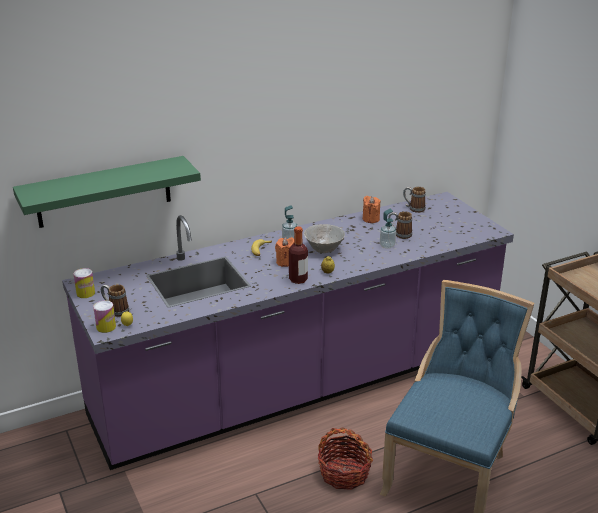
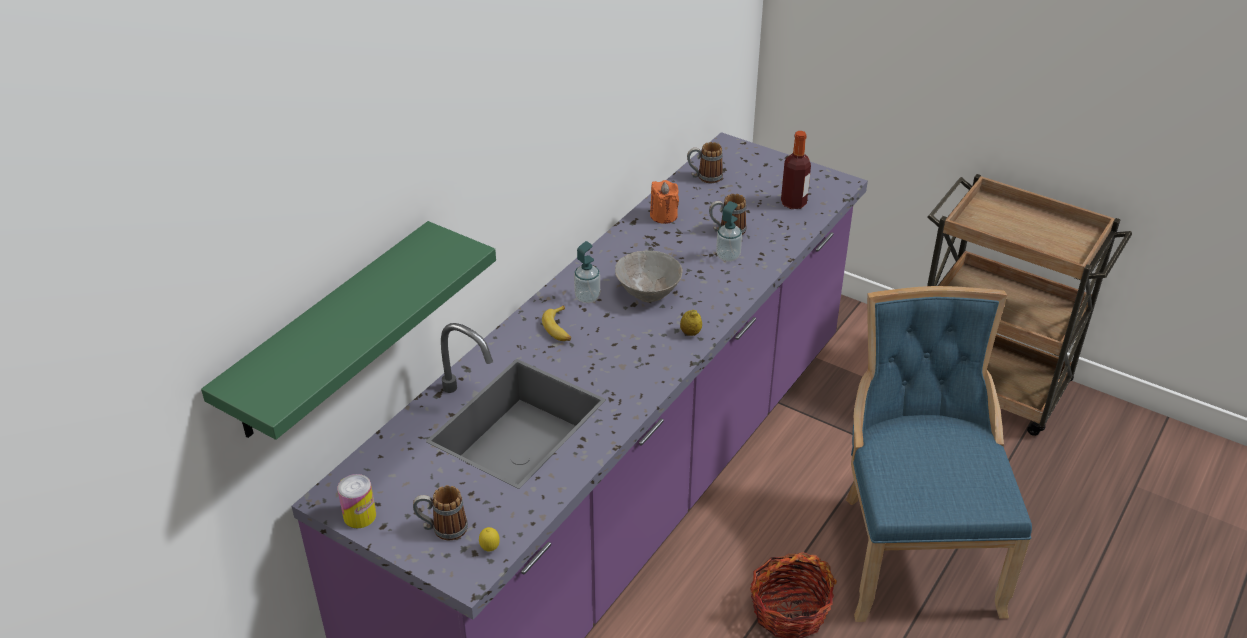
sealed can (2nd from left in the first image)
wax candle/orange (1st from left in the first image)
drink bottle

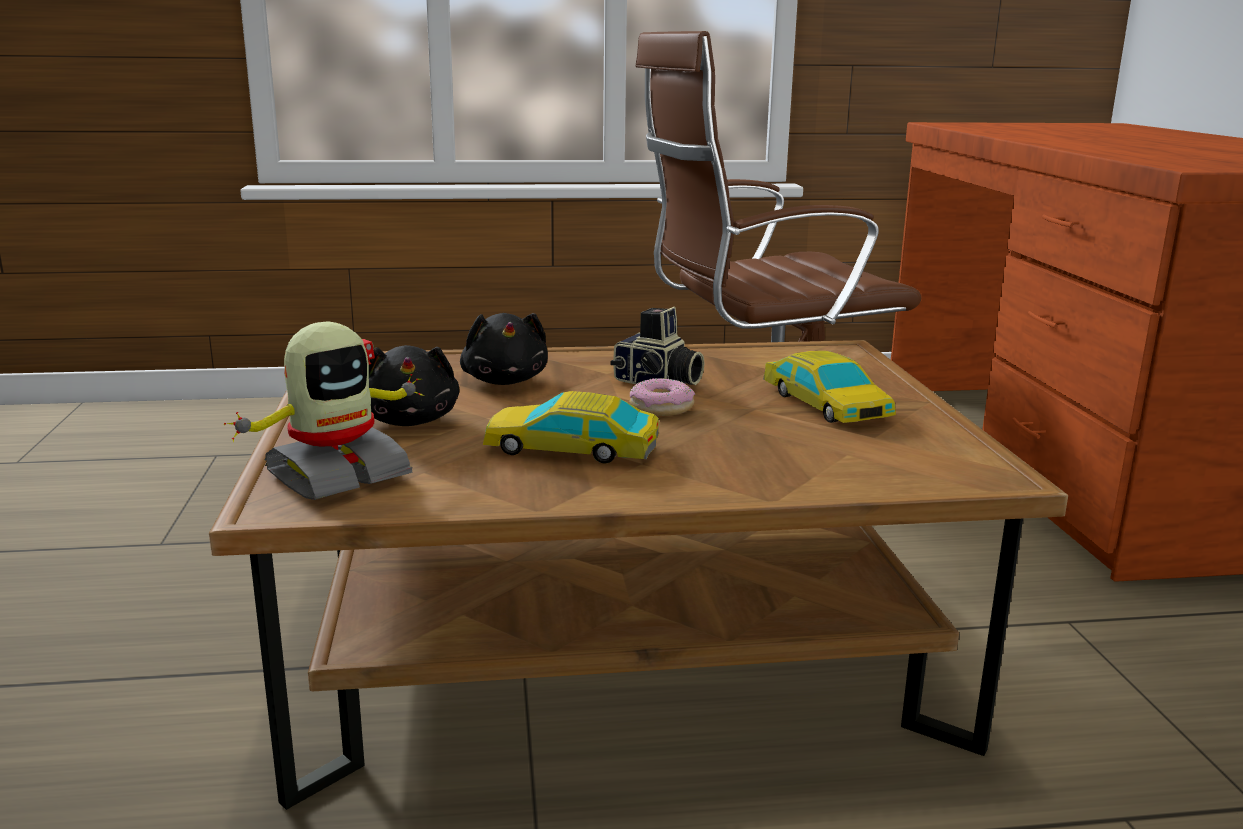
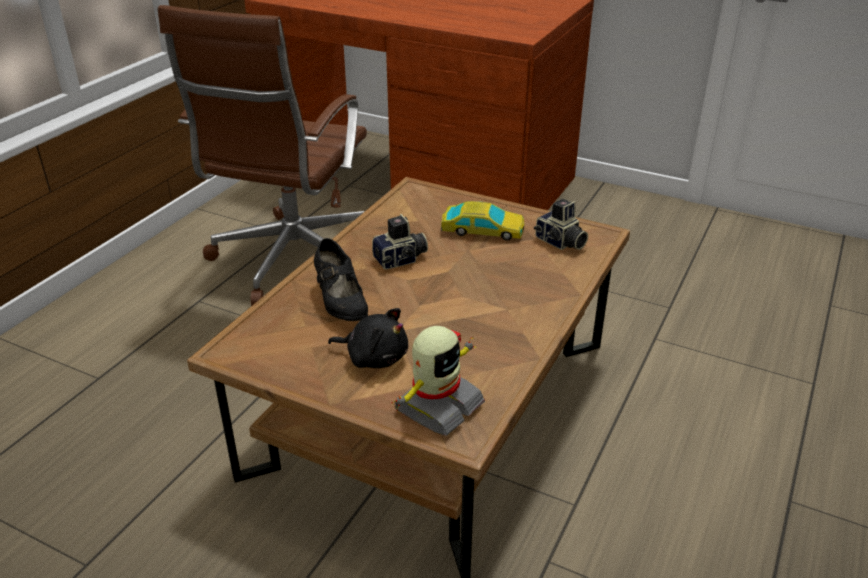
robot figure
shoe/black
miniature car (1st from left in the first image)
donut
still camera (2nd from left)

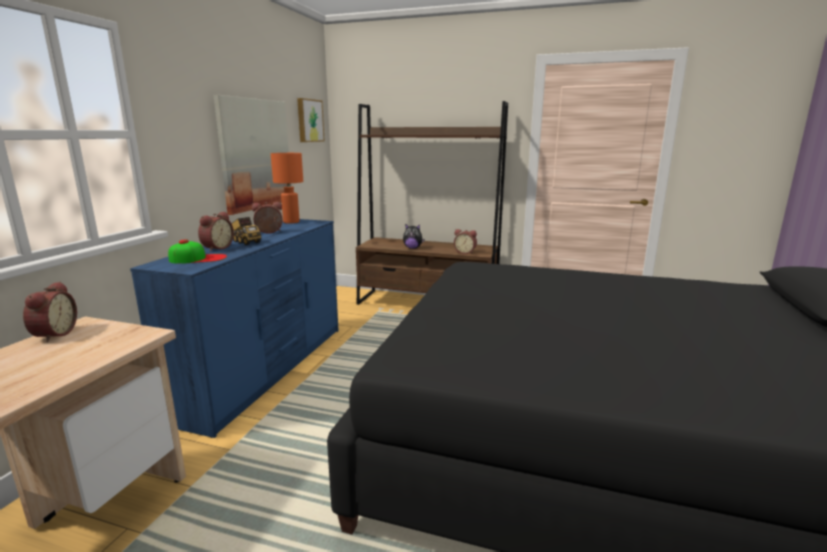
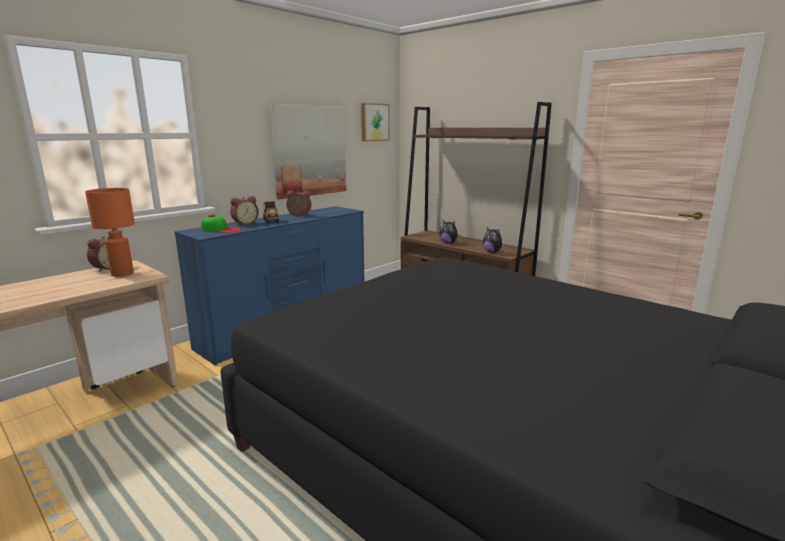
tabletop lamp/orange
cuddly toy (2nd from left)

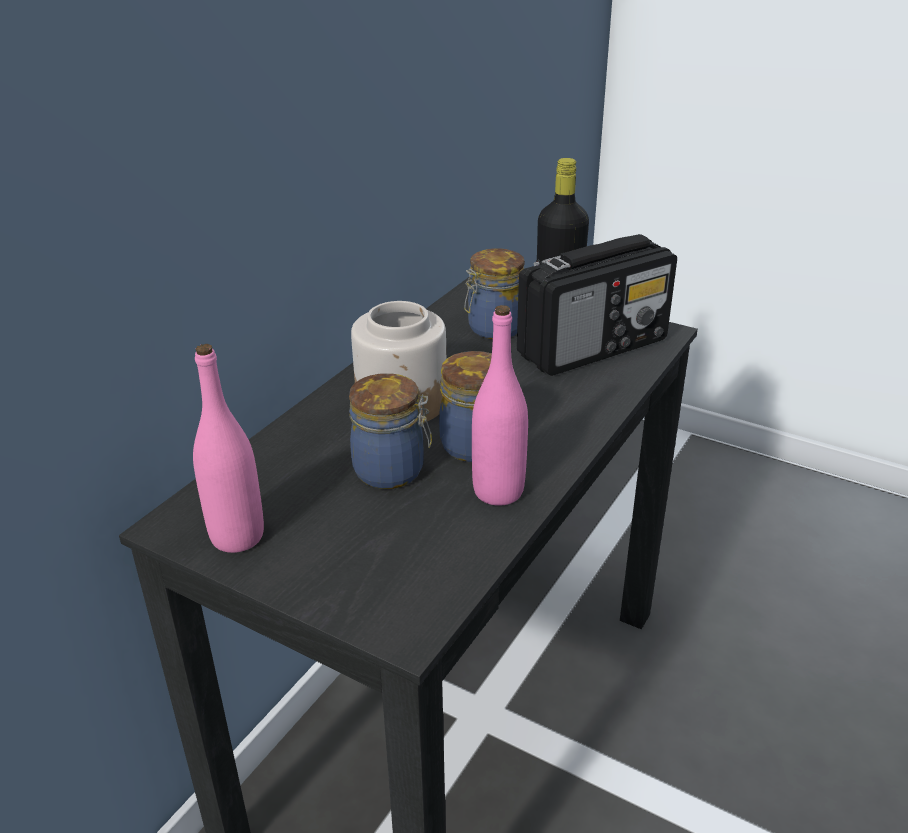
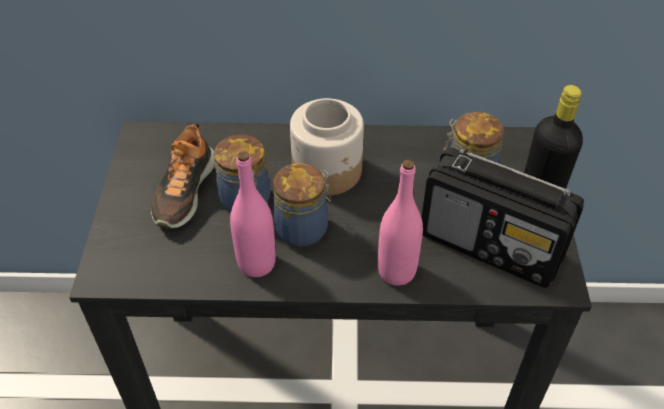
drink bottle/pink (2nd from left)
shoe

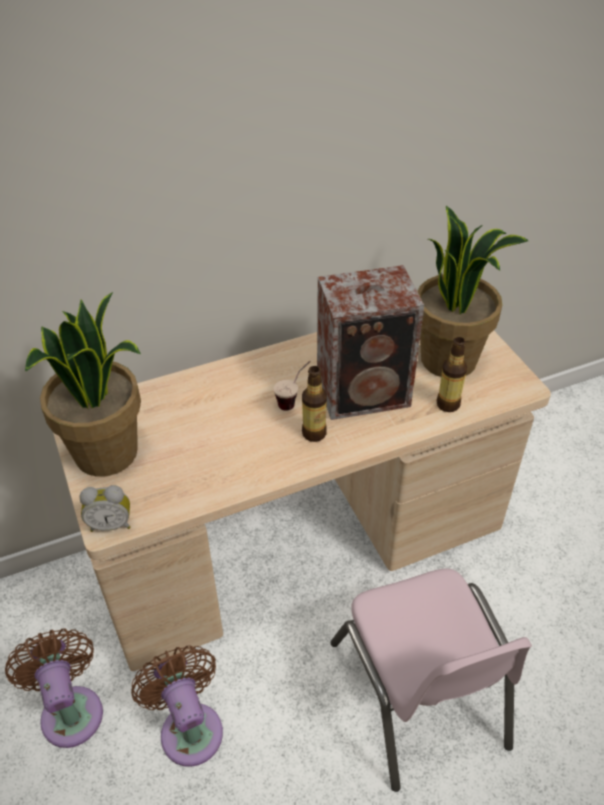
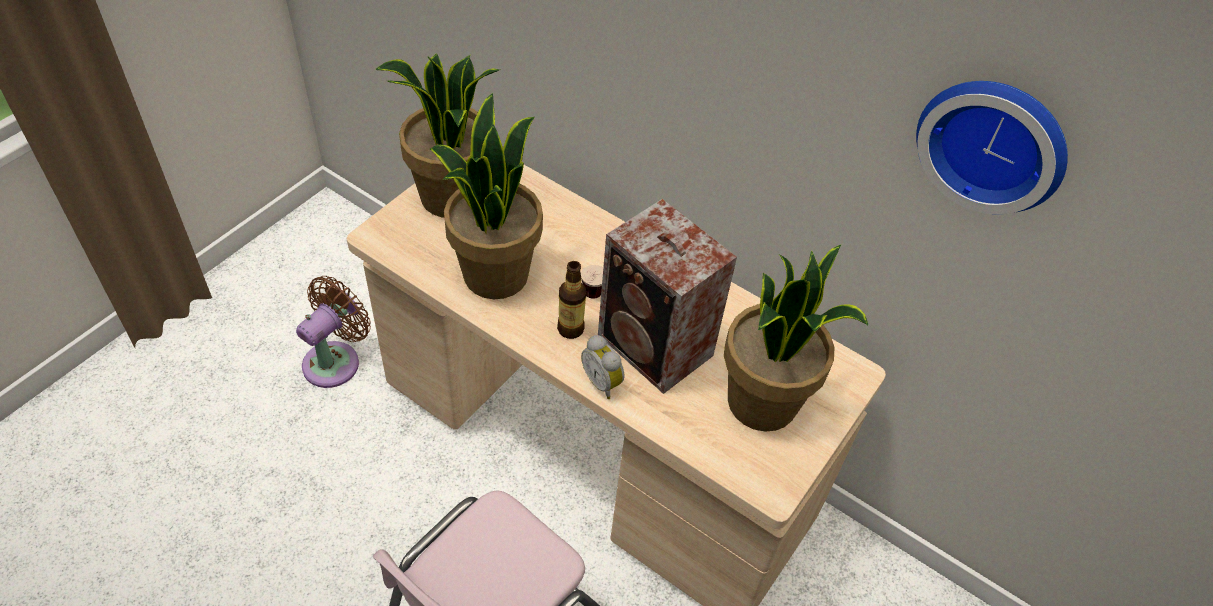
alarm clock
fan/brownish (2nd from left in the first image)
drink bottle (2nd from left in the first image)
potted plant (2nd from left)
clock on the wall

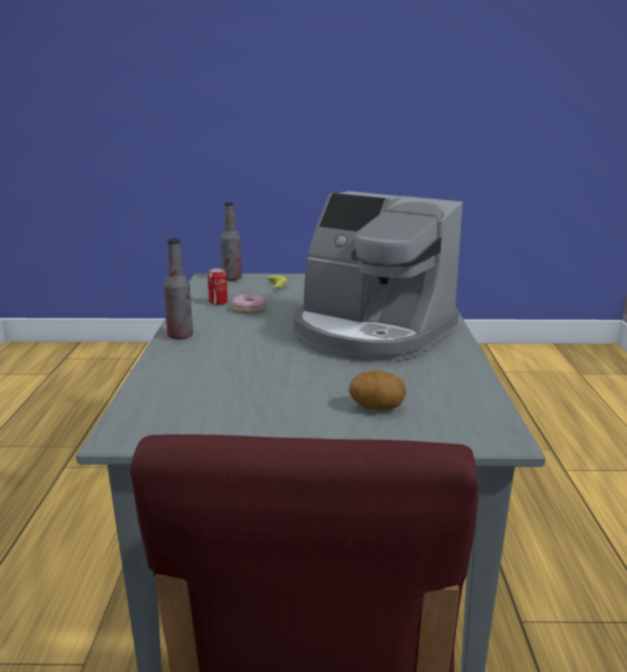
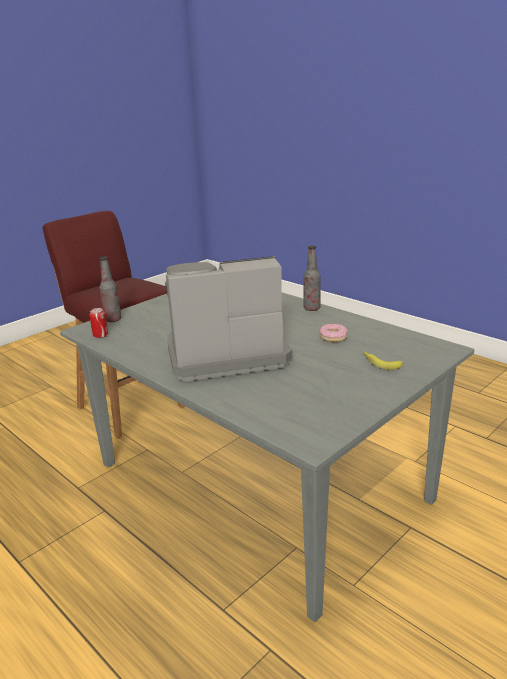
sealed can
drink bottle (1st from left)
spud

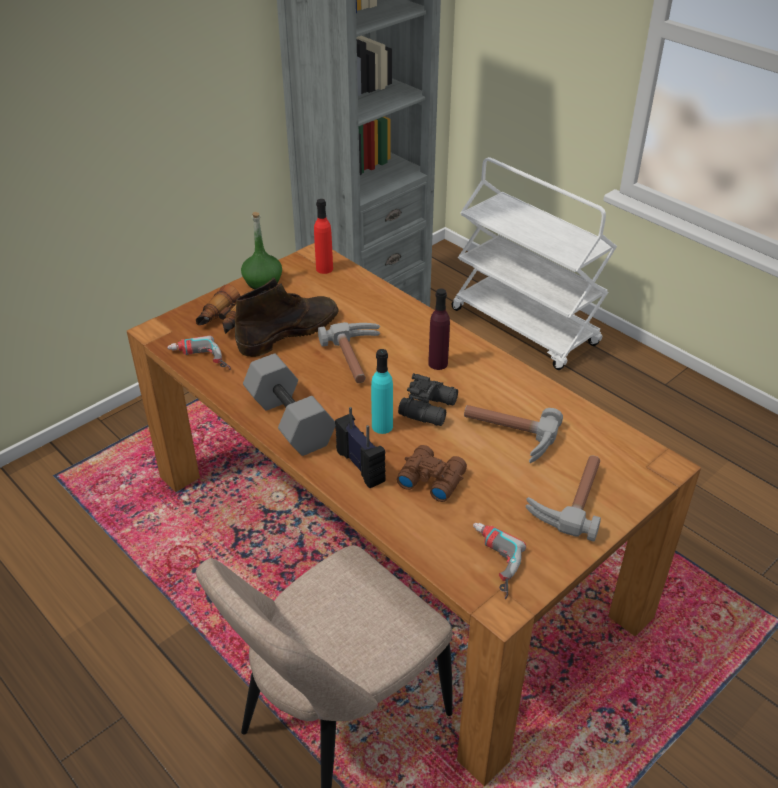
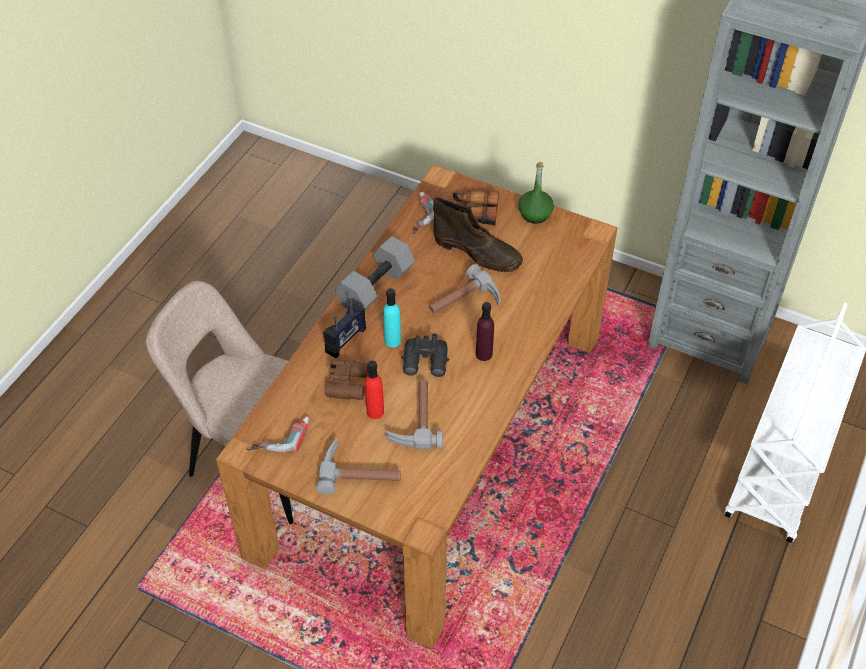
drink bottle/red-coloured

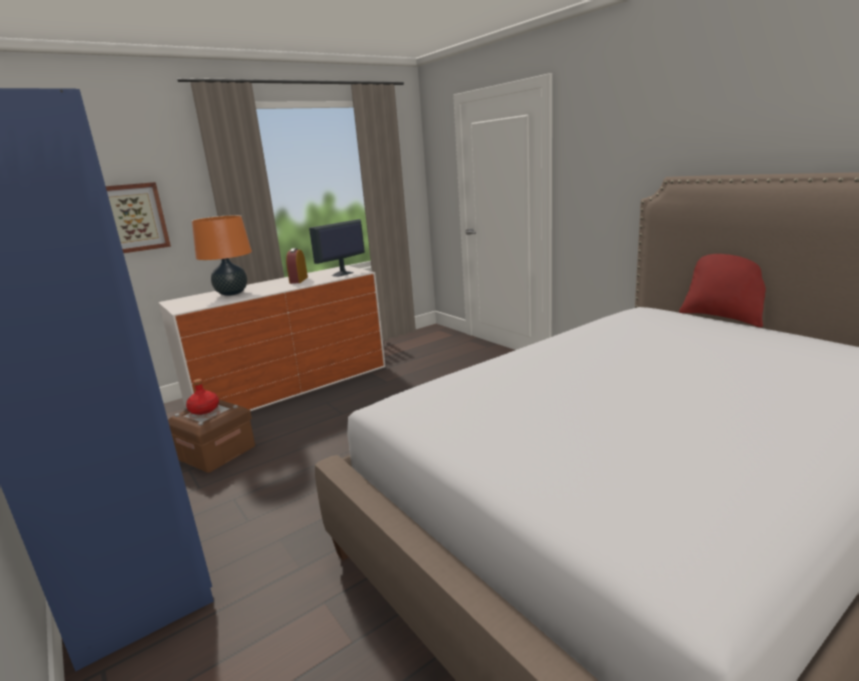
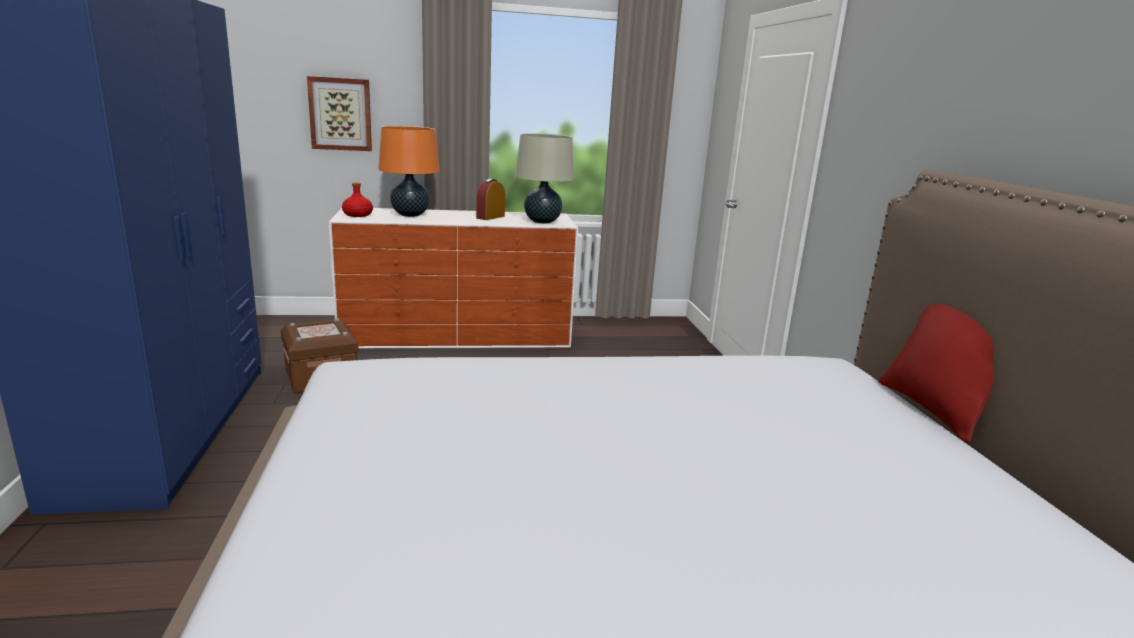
drink bottle/red-coloured
tabletop lamp/beige

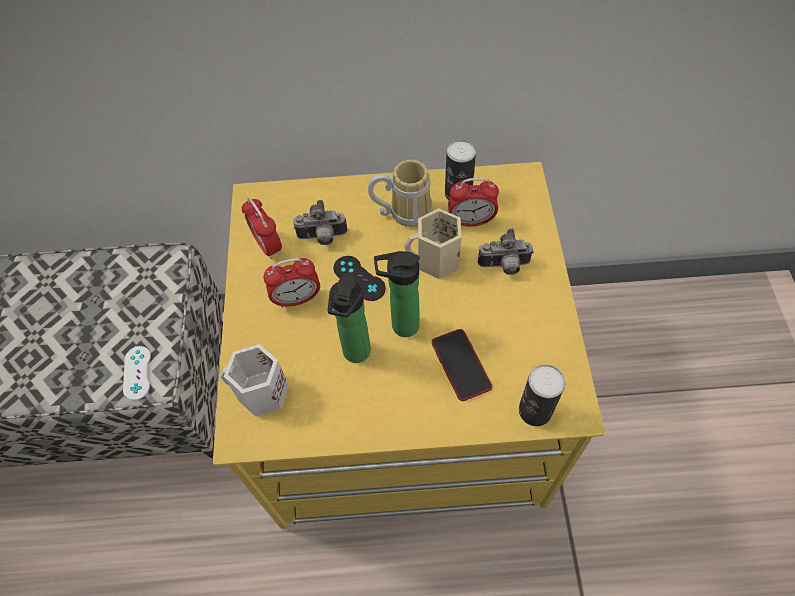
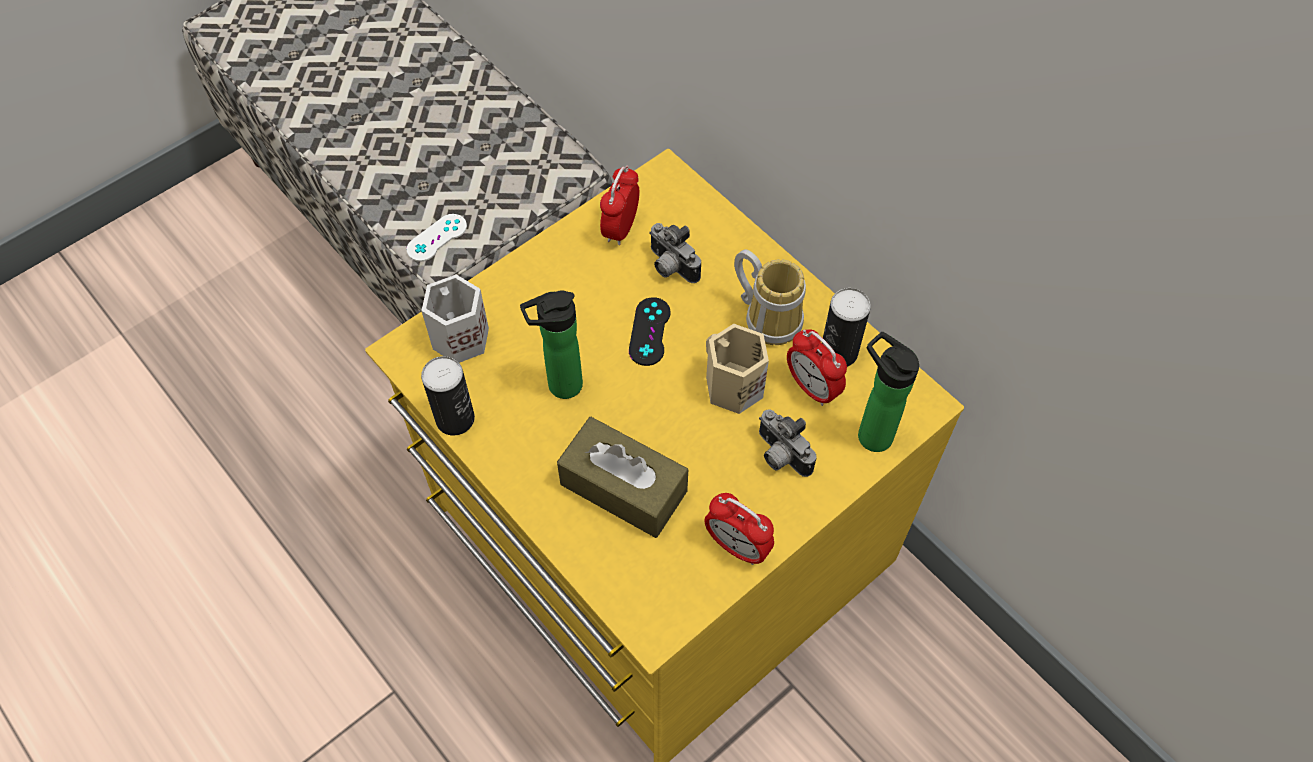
alarm clock (2nd from left)
drink bottle (2nd from left)
tissue holder/brownish
sealed can (1st from left)

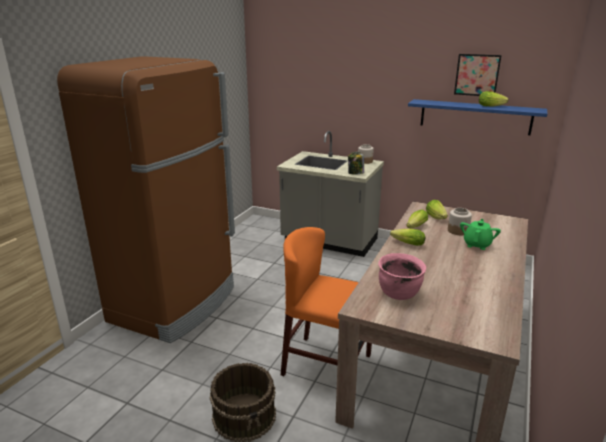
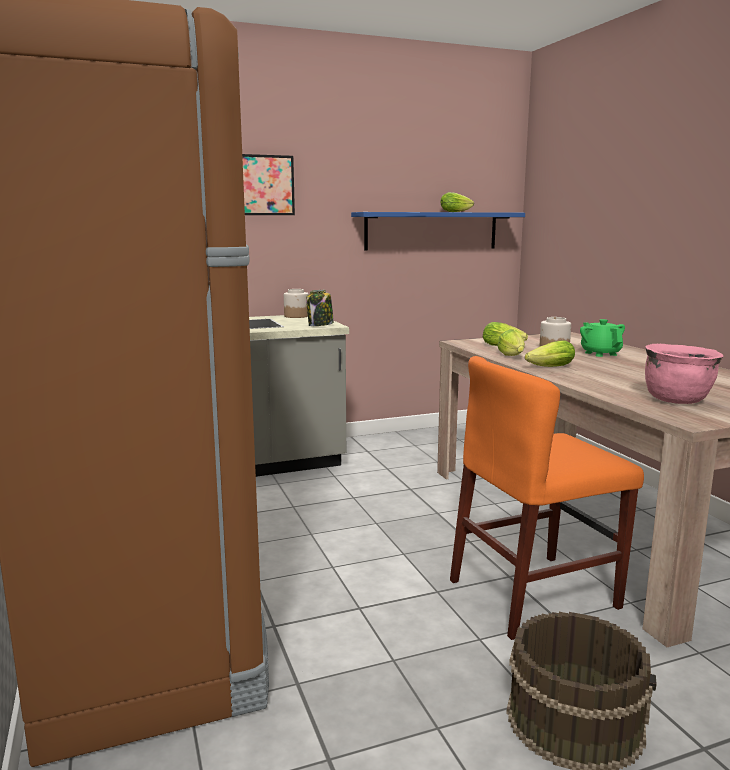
wall picture

